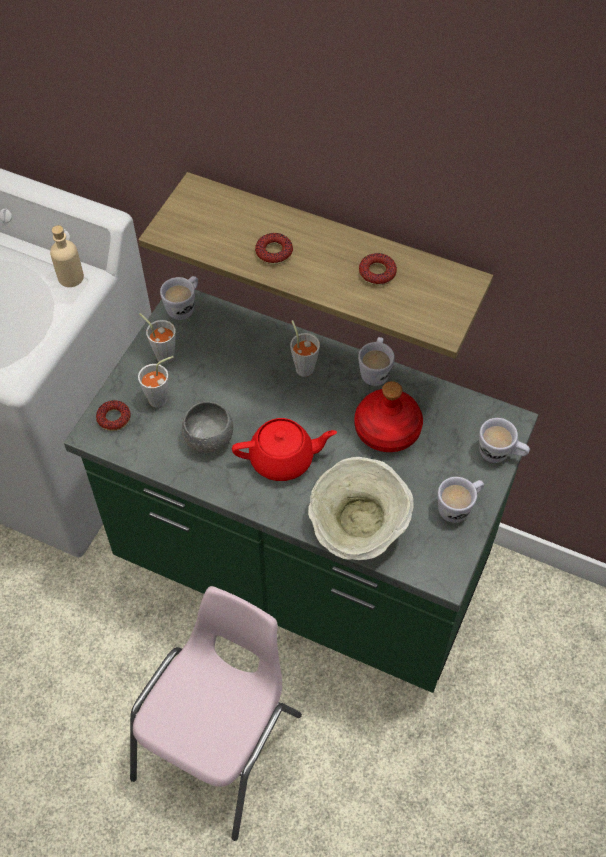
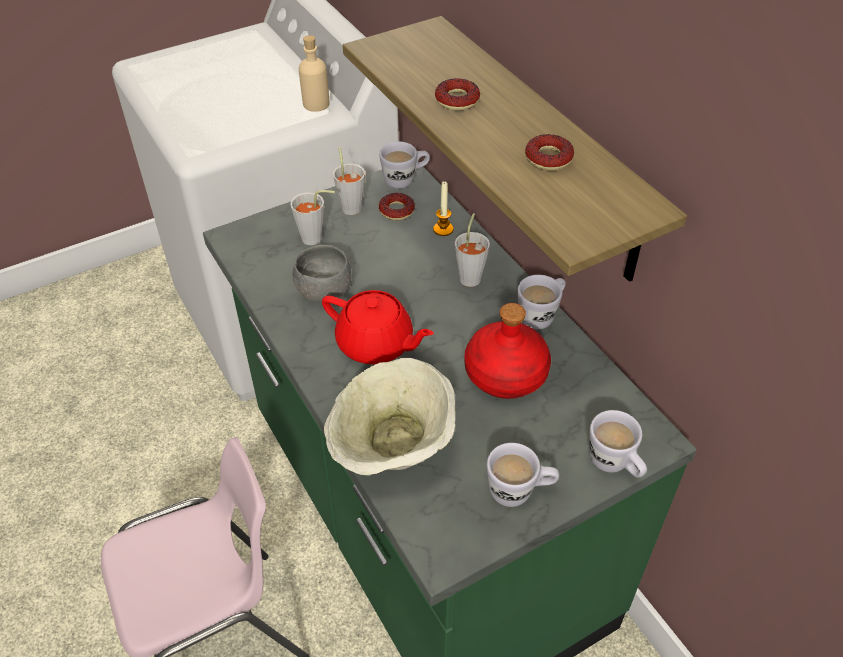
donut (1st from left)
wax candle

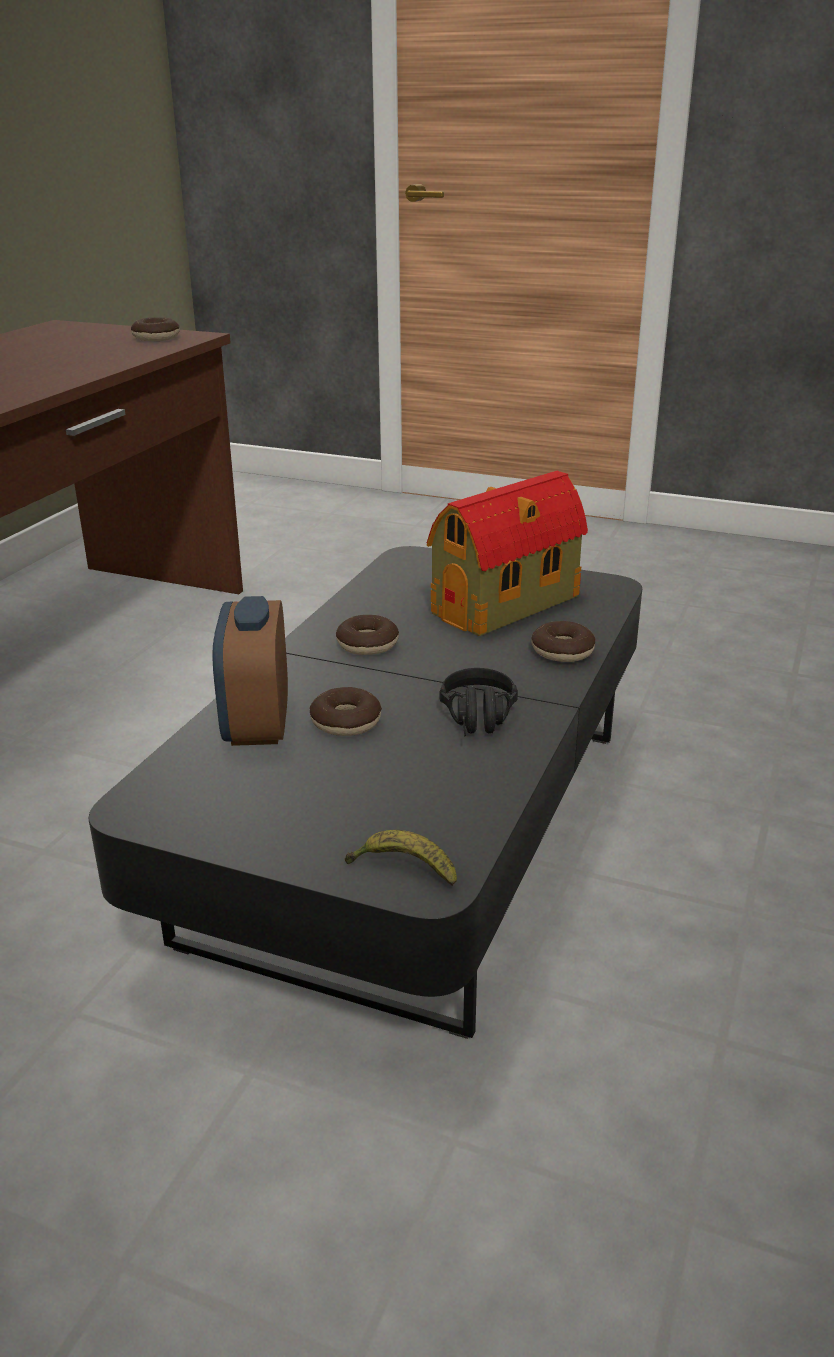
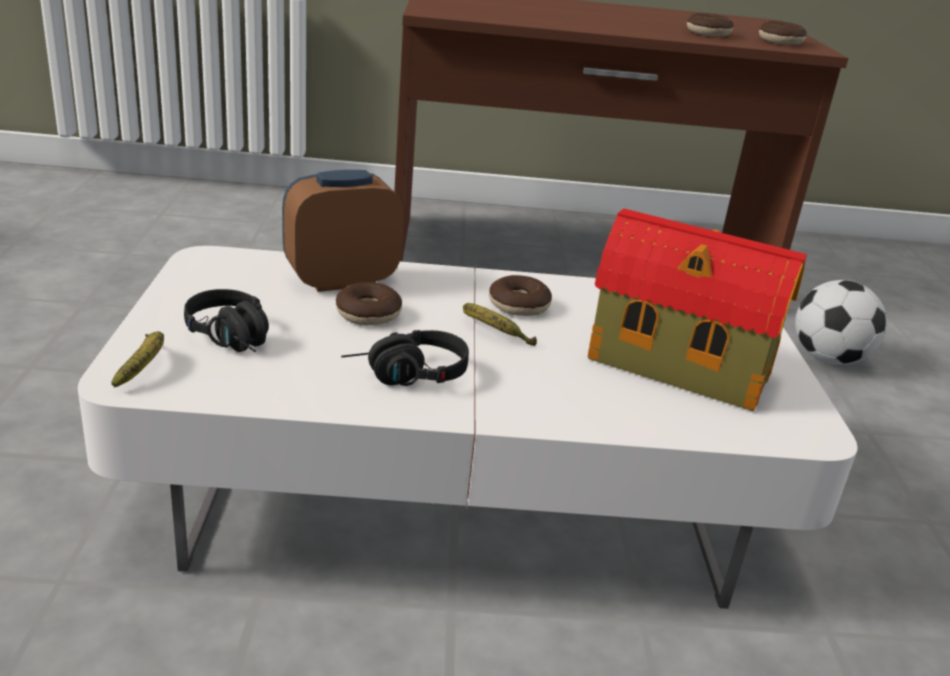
coffee table/white
donut (3rd from left)
headphones/black (1st from left)
banana (2nd from left)
ball for football

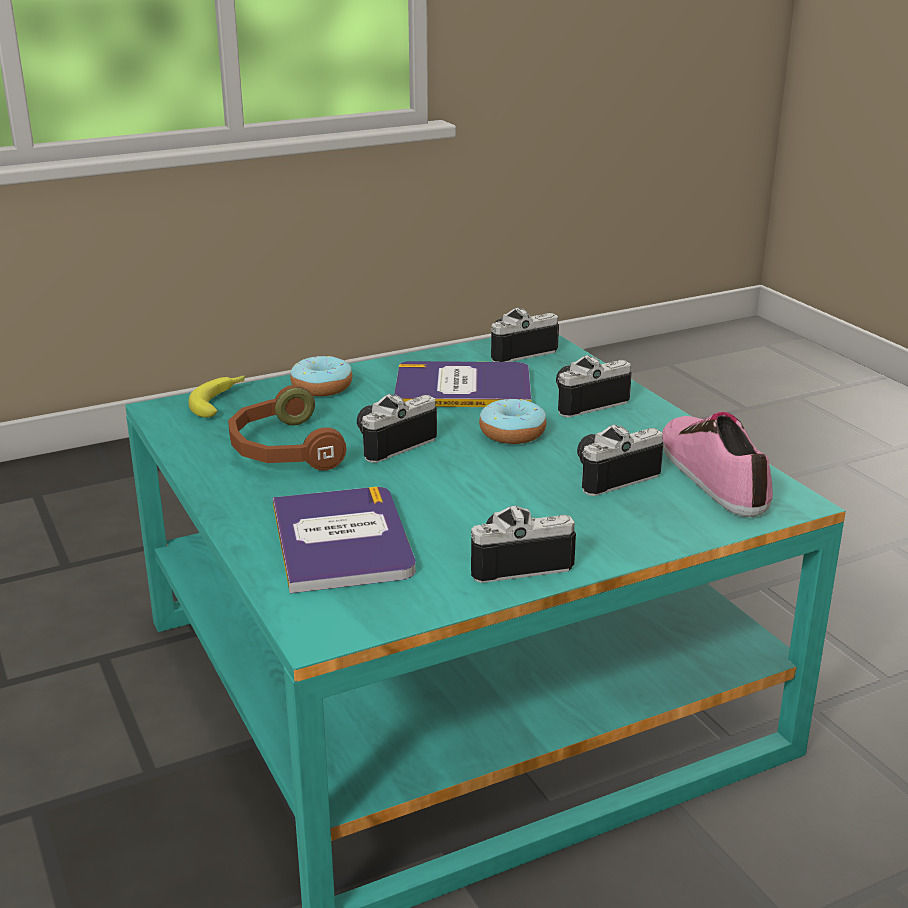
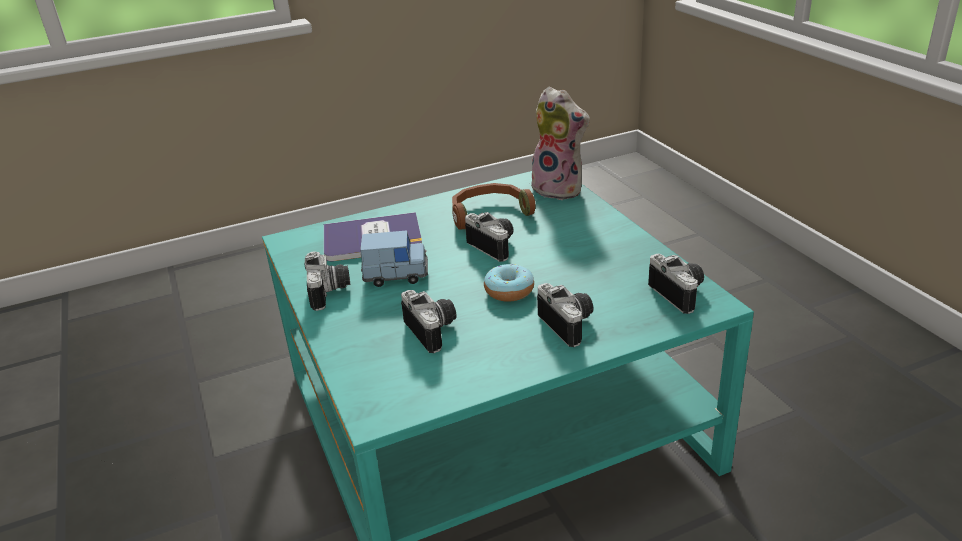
cuddly toy
donut (1st from left in the first image)
volume (2nd from left in the first image)
shoe
miniature car/blue

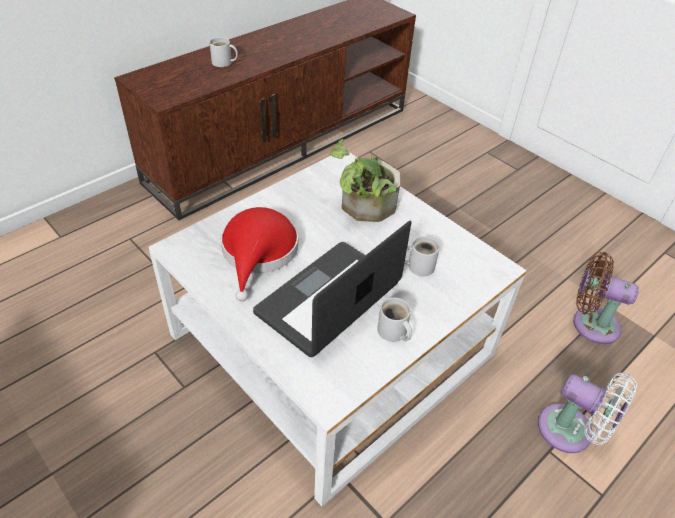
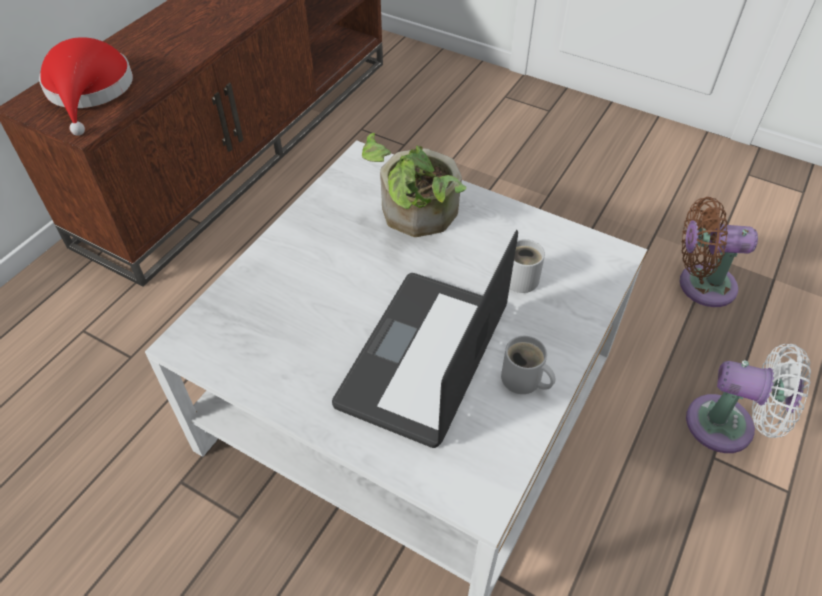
coffee mug/white (1st from left in the first image)
hat/red-coloured

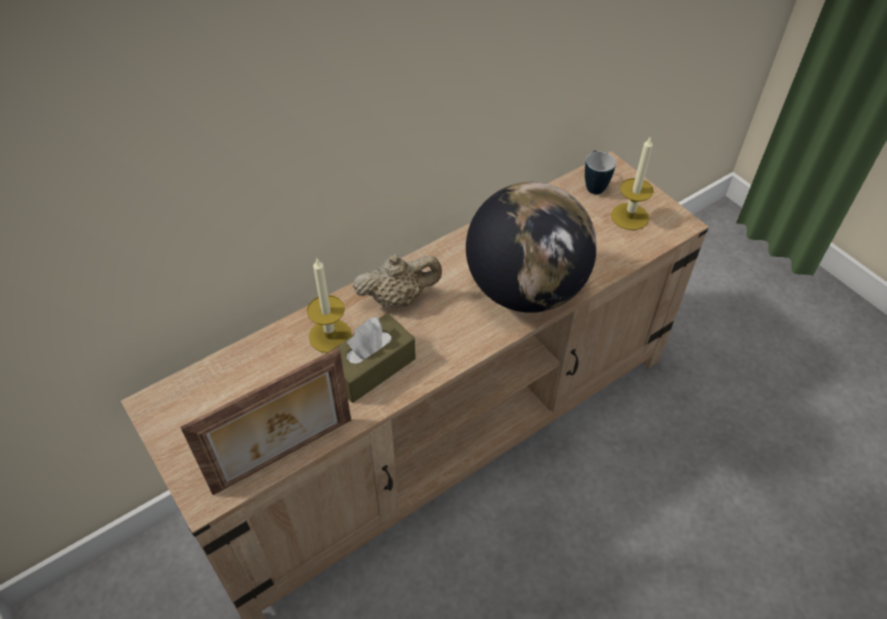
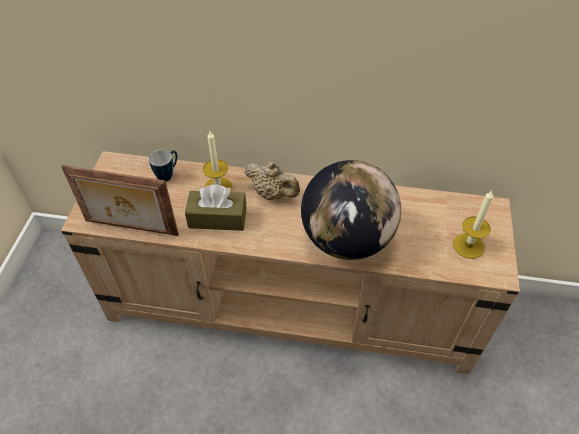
coffee mug

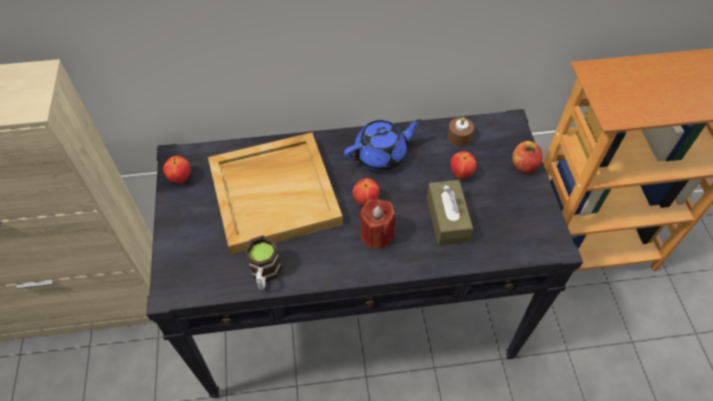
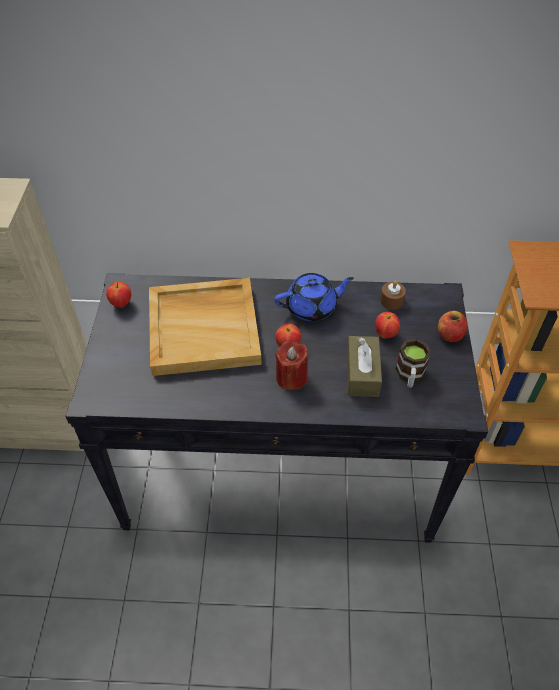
coffee mug

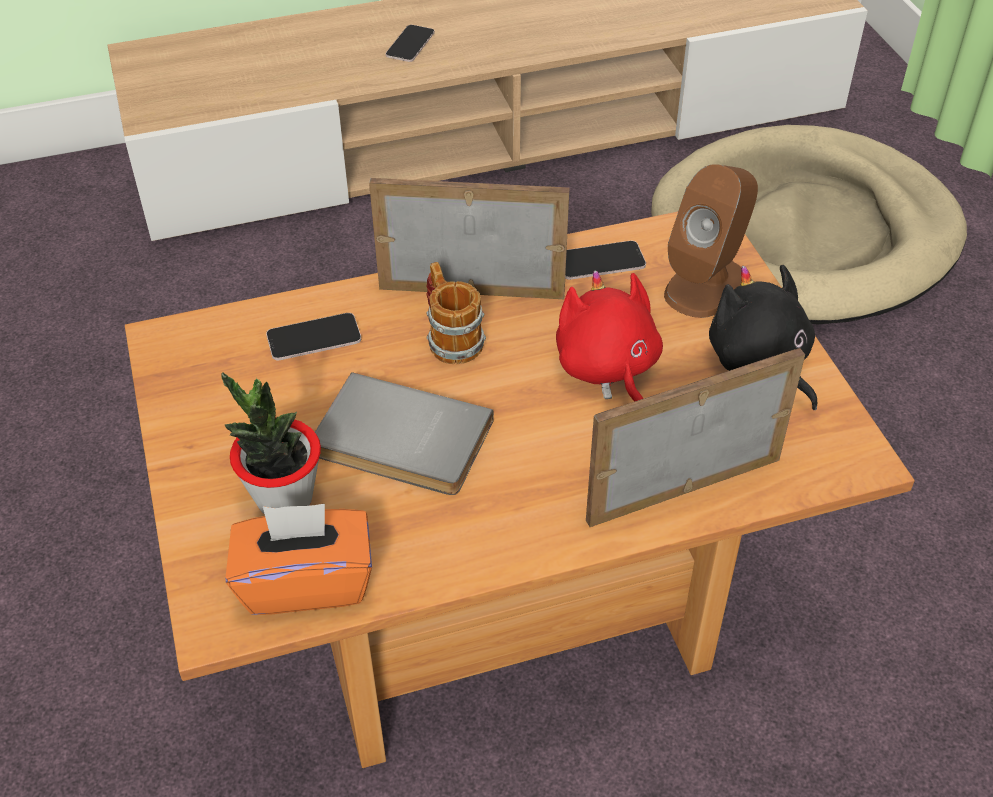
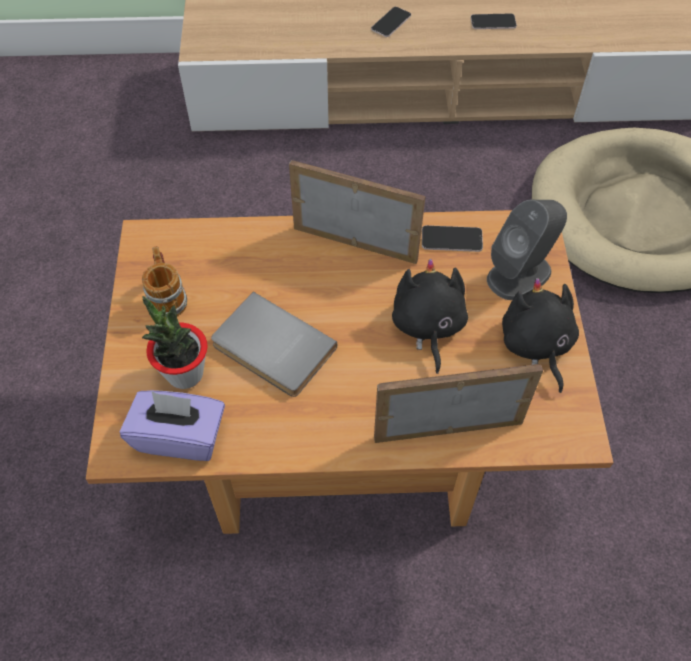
tissue holder/purple
phone (3rd from left)
coffee mug
cuddly toy/black (1st from left)
loudspeaker/grey

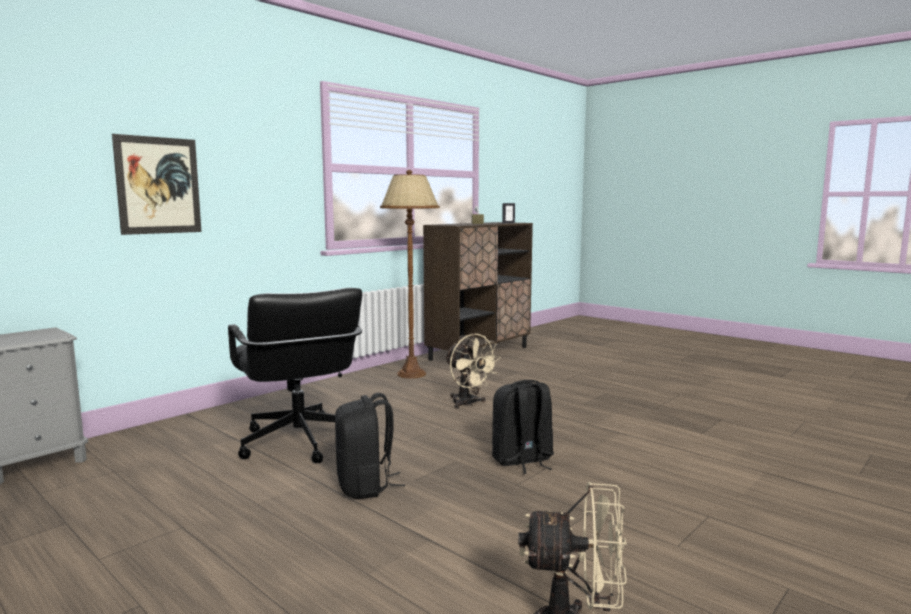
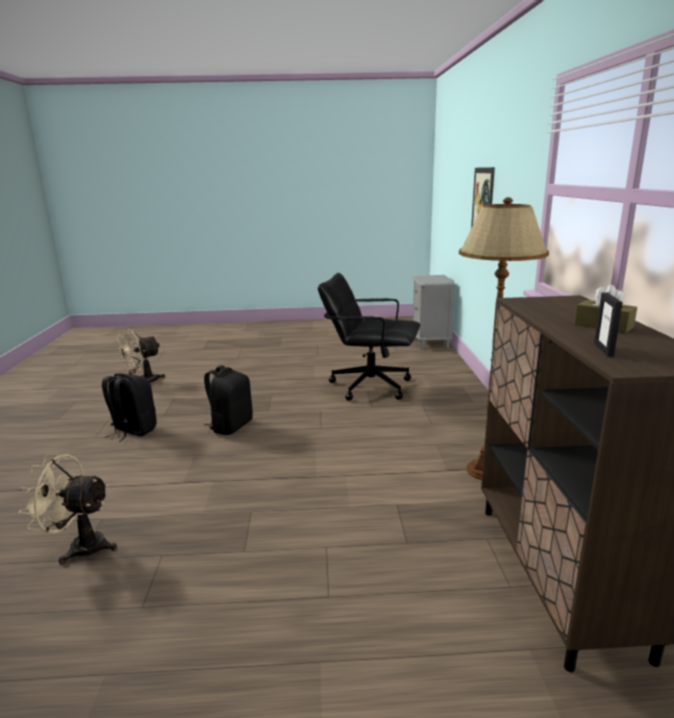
rucksack/black (1st from left)
fan/beige (1st from left)

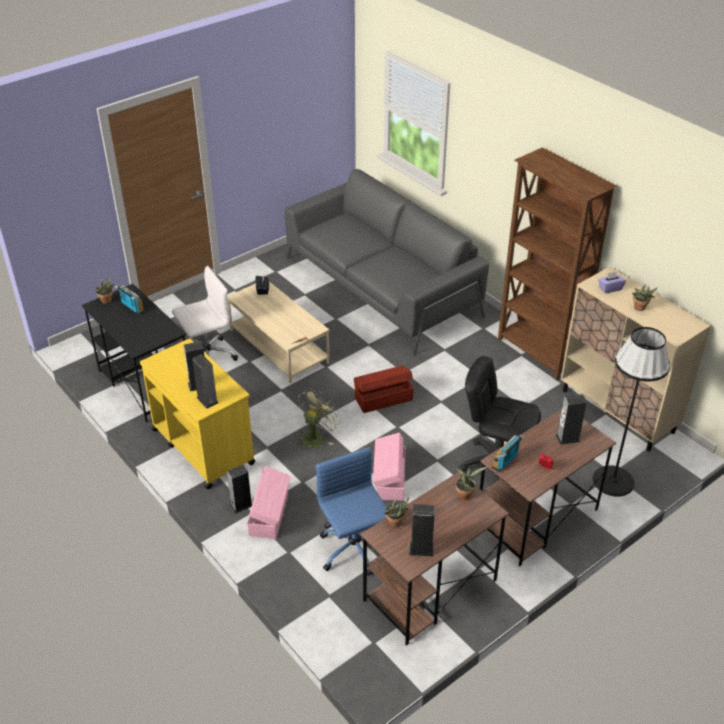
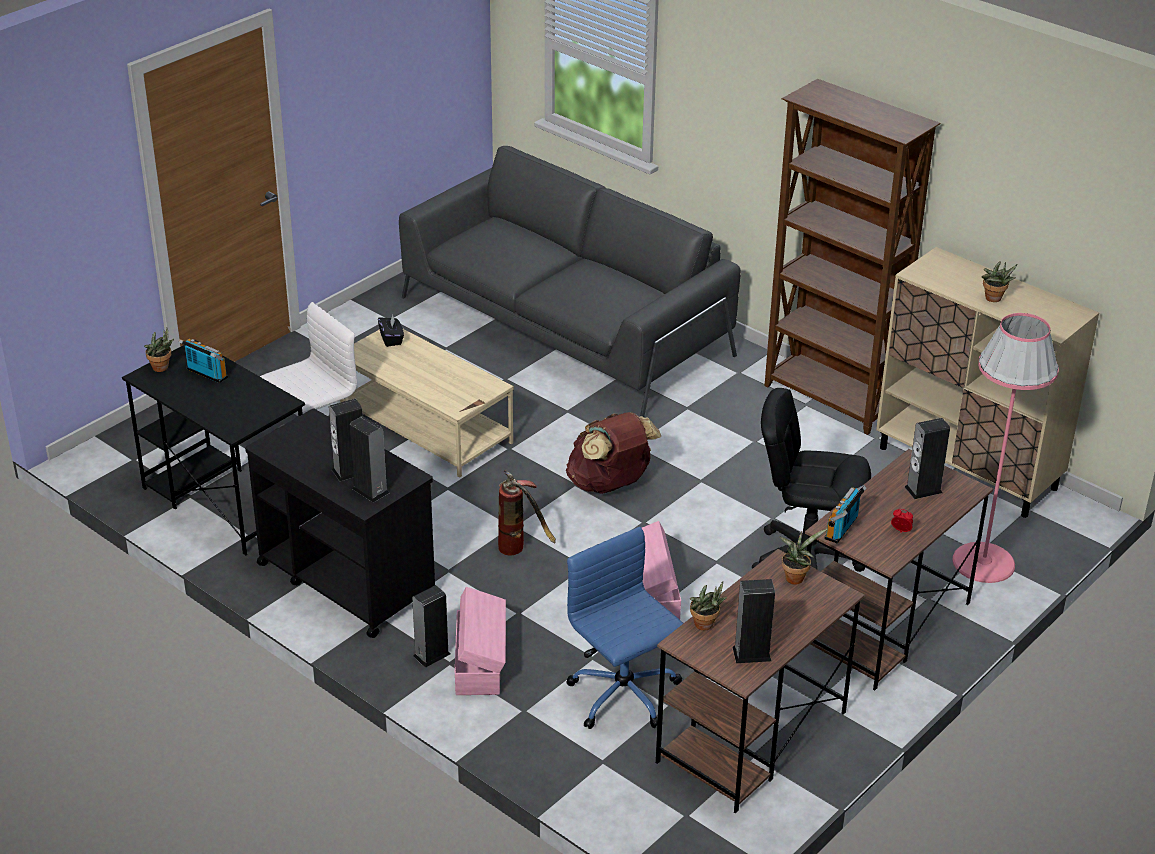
wheeled cart/black
fire-fighting cylinder
rucksack/brownish
floor lamp/pink
tissue holder/purple

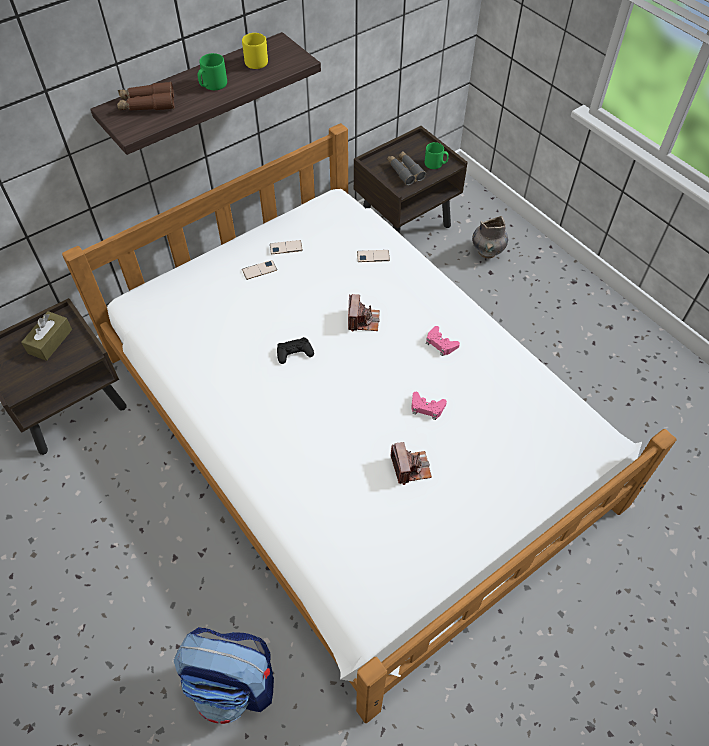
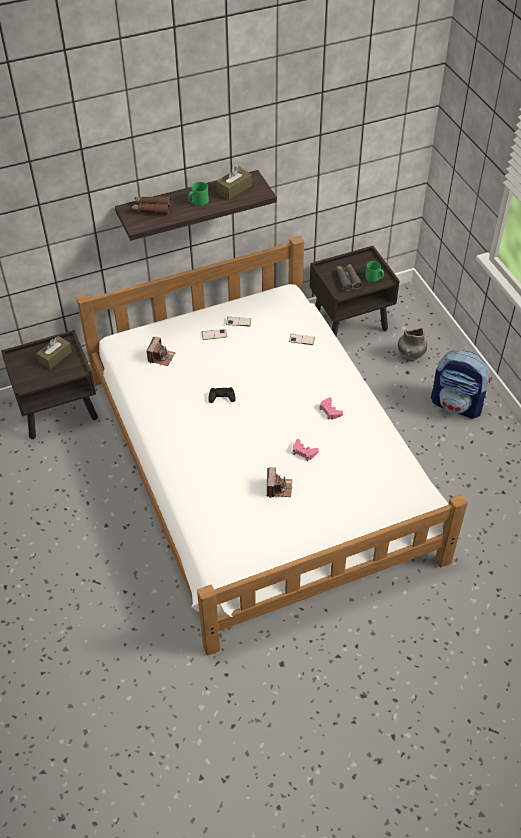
rucksack
tissue holder/brownish (2nd from left)
still camera (1st from left)

